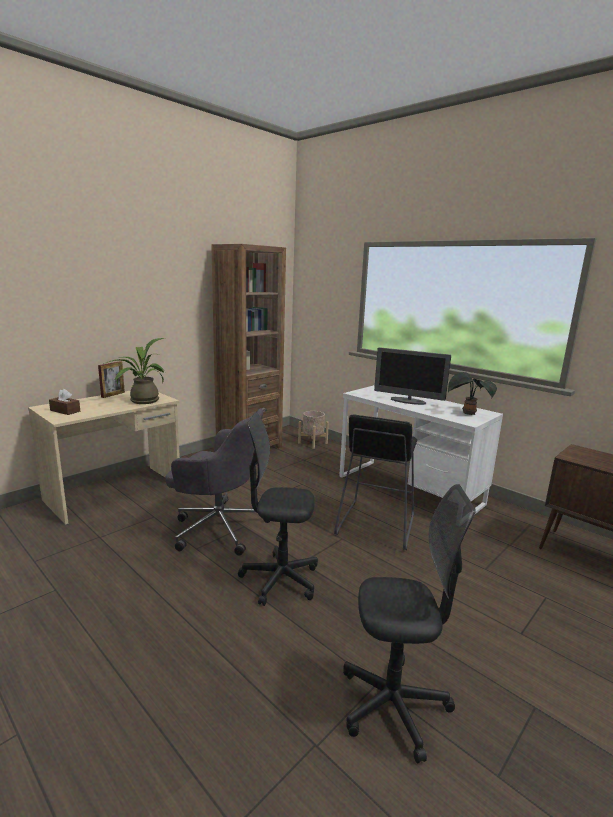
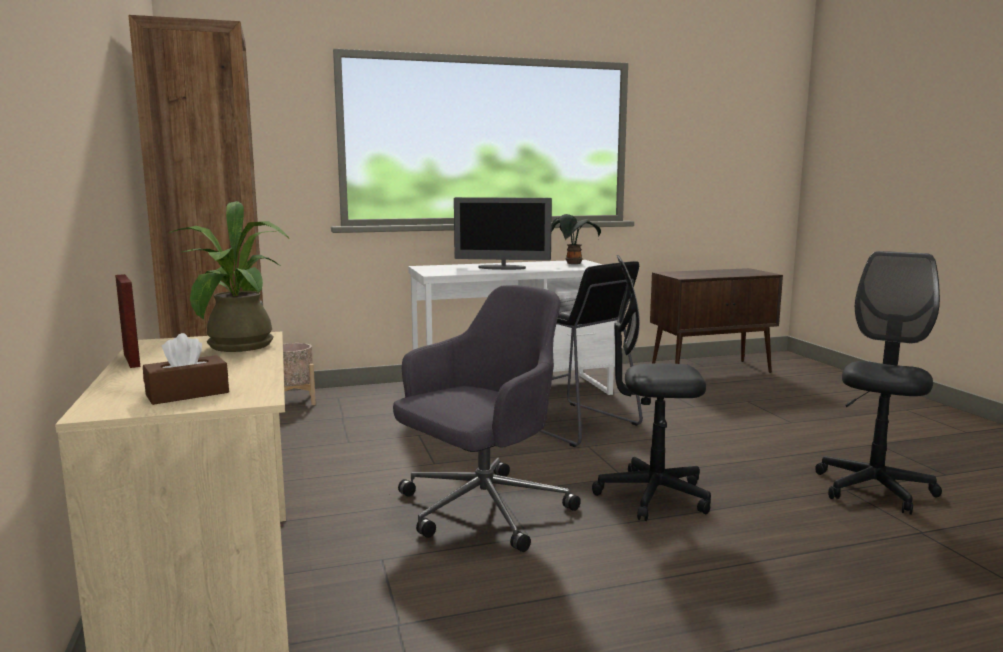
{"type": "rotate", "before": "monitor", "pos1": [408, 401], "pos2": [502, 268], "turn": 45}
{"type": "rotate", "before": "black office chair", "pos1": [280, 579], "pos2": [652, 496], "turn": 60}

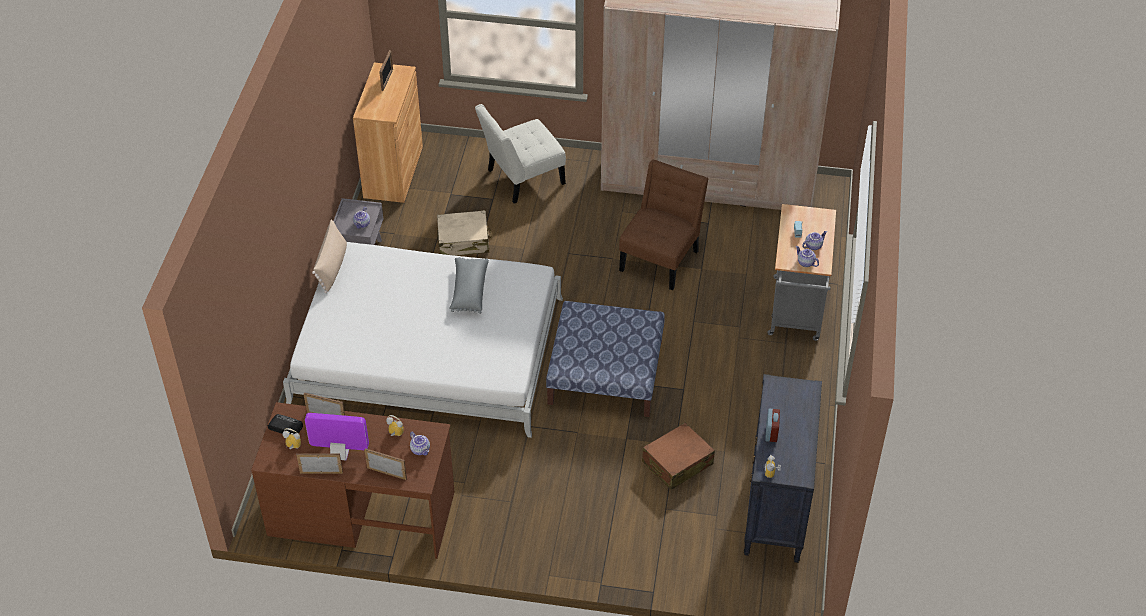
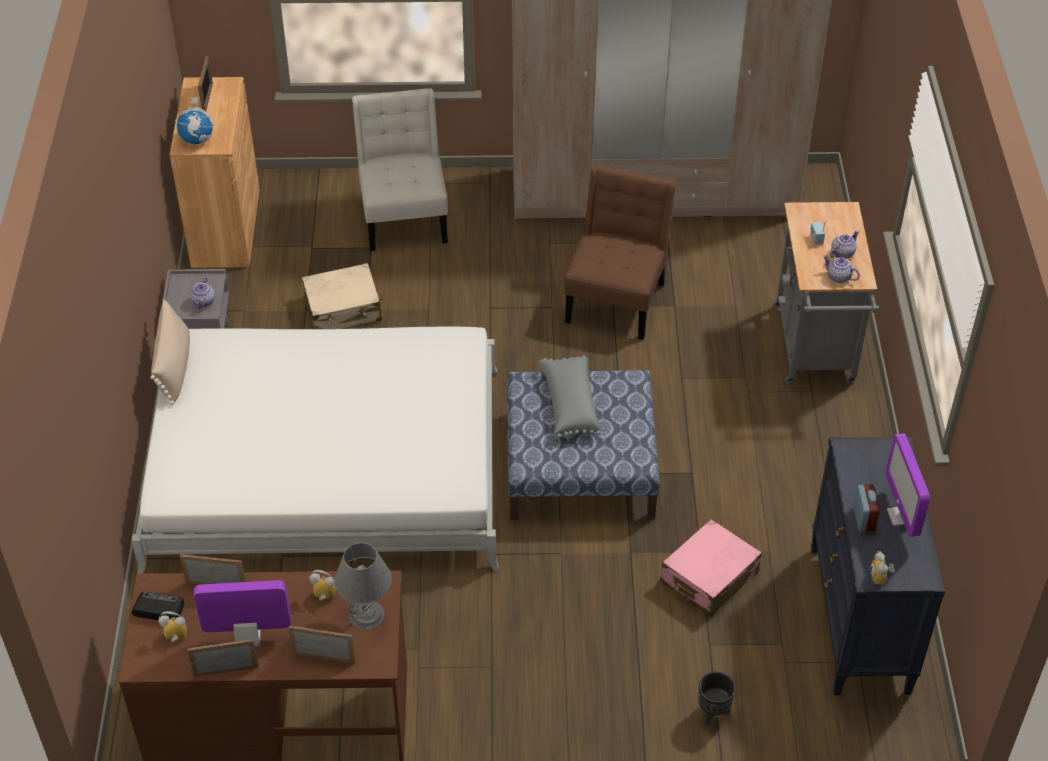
{"type": "rotate", "before": "white chair", "pos1": [522, 178], "pos2": [404, 215], "turn": 120}
{"type": "move", "before": "grey pillow", "pos1": [469, 291], "pos2": [569, 404]}
{"type": "recolor", "before": "brown suitcase", "after": "pink suitcase", "pos1": [677, 463], "pos2": [709, 577]}
{"type": "replace", "before": "teapot", "after": "grey table lamp", "pos1": [421, 449], "pos2": [366, 614]}
{"type": "insert", "after": "globe", "pos2": [197, 139]}
{"type": "insert", "after": "monitor", "pos2": [901, 516]}
{"type": "insert", "after": "black planter", "pos2": [713, 713]}

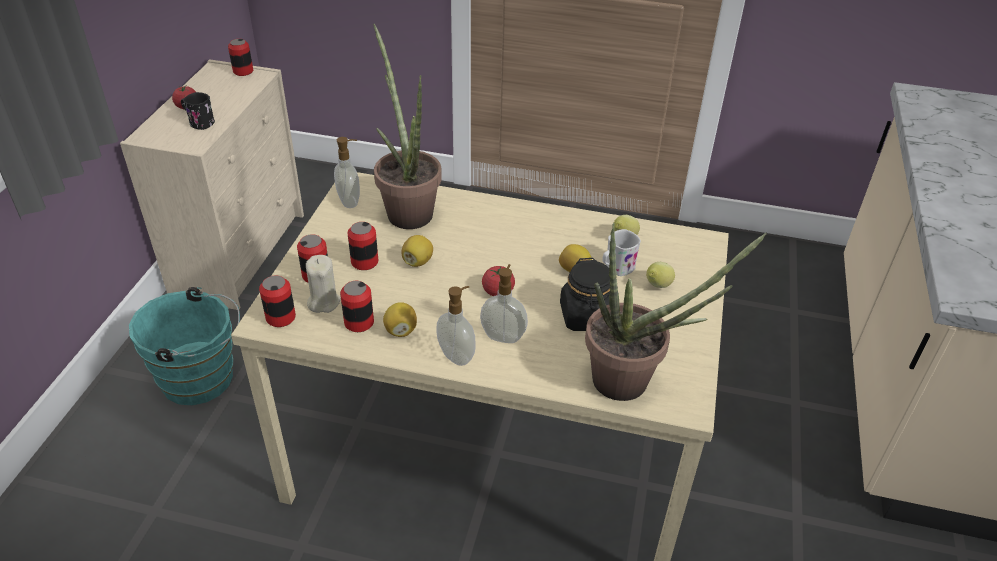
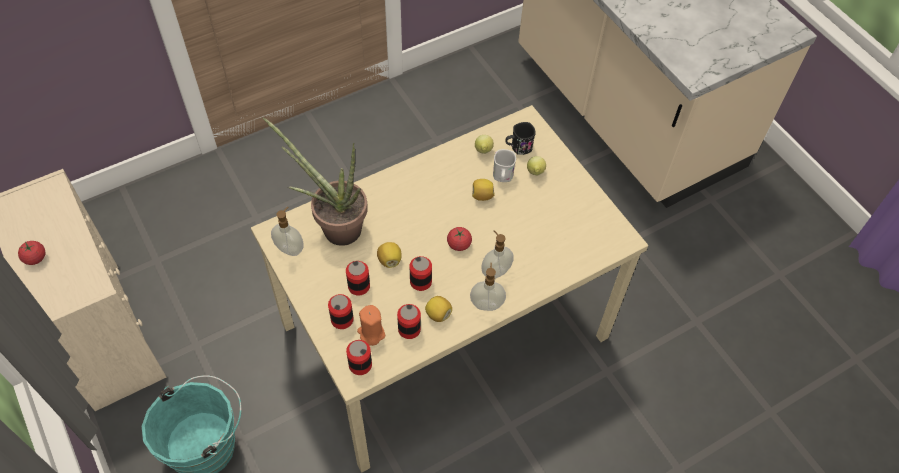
{"type": "move", "before": "can", "pos1": [243, 71], "pos2": [420, 282]}
{"type": "move", "before": "black mug", "pos1": [198, 122], "pos2": [518, 148]}
{"type": "delete", "before": "potted plant", "pos1": [633, 382]}
{"type": "recolor", "before": "beige candle", "after": "orange candle", "pos1": [323, 302], "pos2": [371, 333]}
{"type": "delete", "before": "black jar", "pos1": [586, 316]}

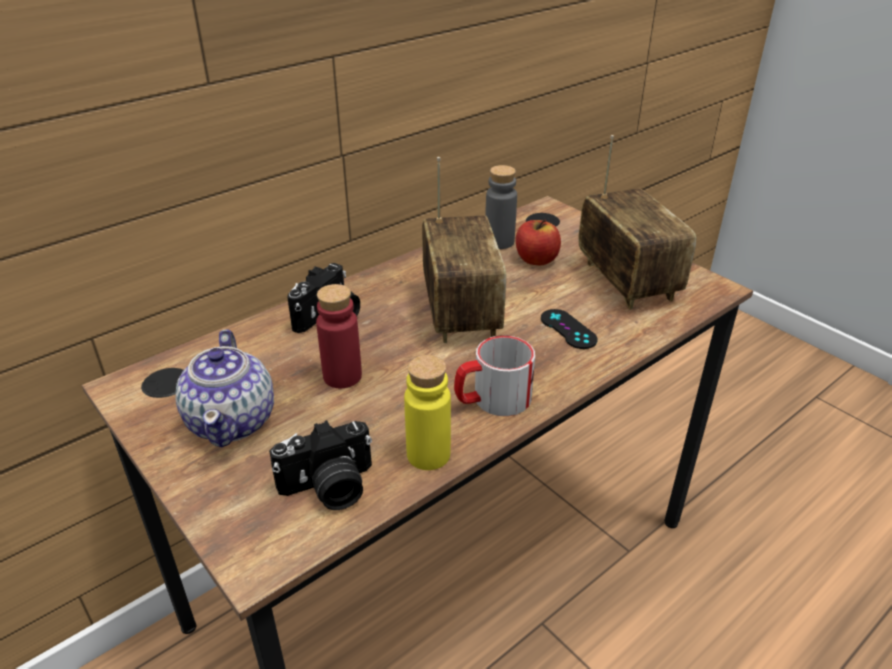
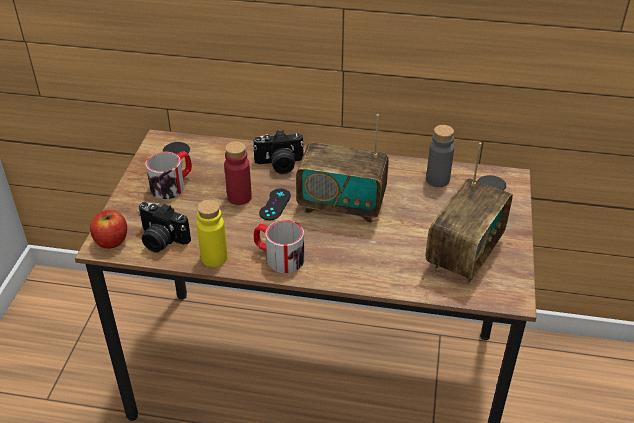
{"type": "rotate", "before": "radio", "pos1": [460, 313], "pos2": [341, 205], "turn": 60}
{"type": "move", "before": "apple", "pos1": [536, 259], "pos2": [111, 241]}
{"type": "move", "before": "black game controller", "pos1": [568, 329], "pos2": [275, 204]}
{"type": "replace", "before": "teapot", "after": "mug", "pos1": [233, 420], "pos2": [172, 185]}

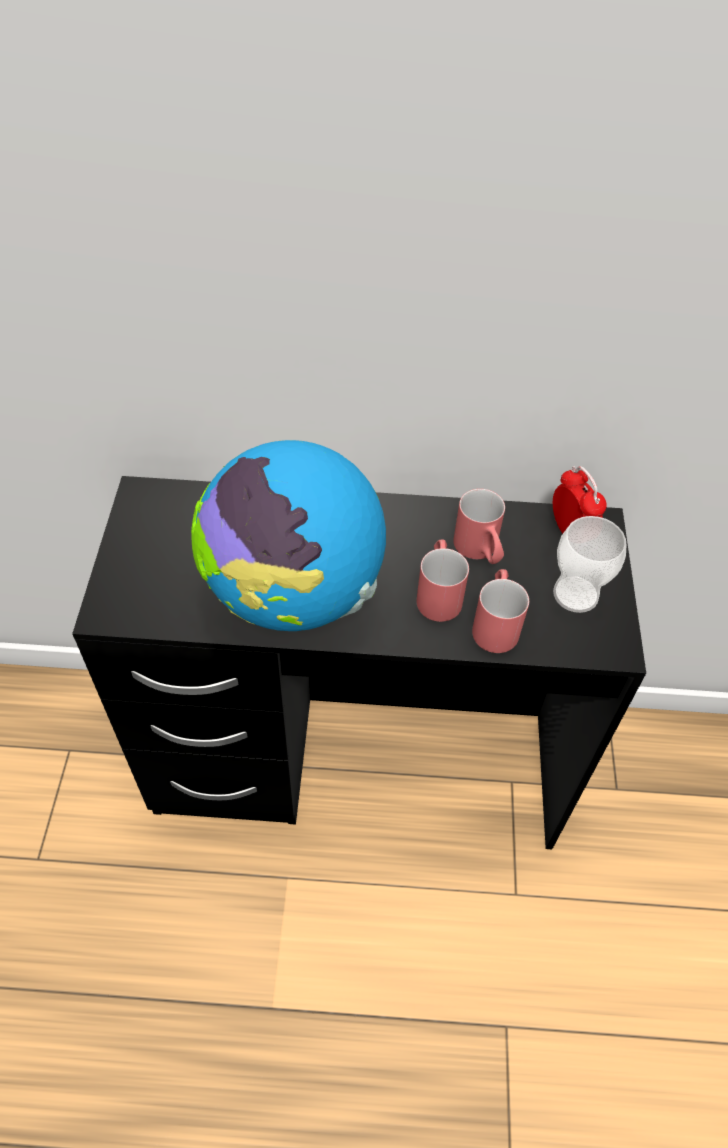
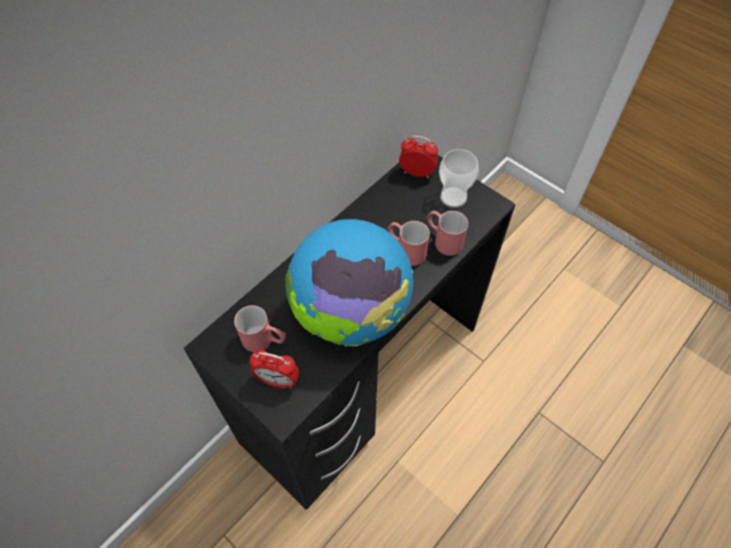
{"type": "move", "before": "red mug", "pos1": [479, 551], "pos2": [264, 340]}
{"type": "insert", "after": "alarm clock", "pos2": [278, 380]}

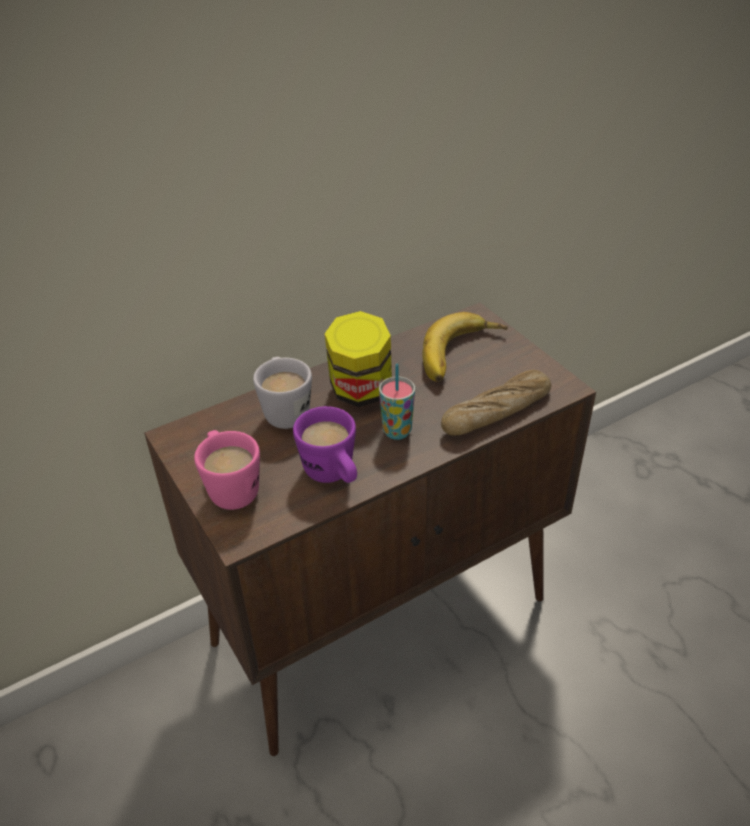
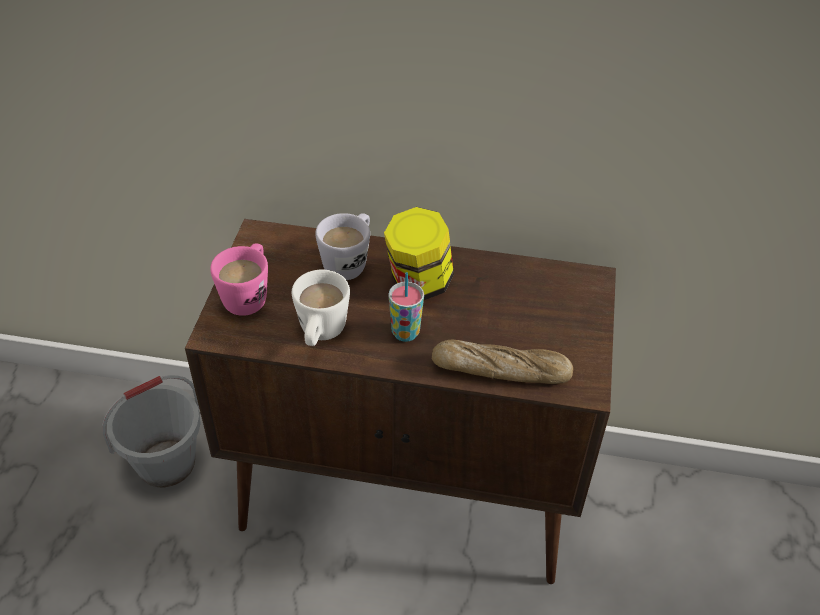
{"type": "delete", "before": "banana", "pos1": [462, 355]}
{"type": "recolor", "before": "purple mug", "after": "white mug", "pos1": [333, 476], "pos2": [320, 335]}
{"type": "insert", "after": "grey bucket", "pos2": [166, 464]}

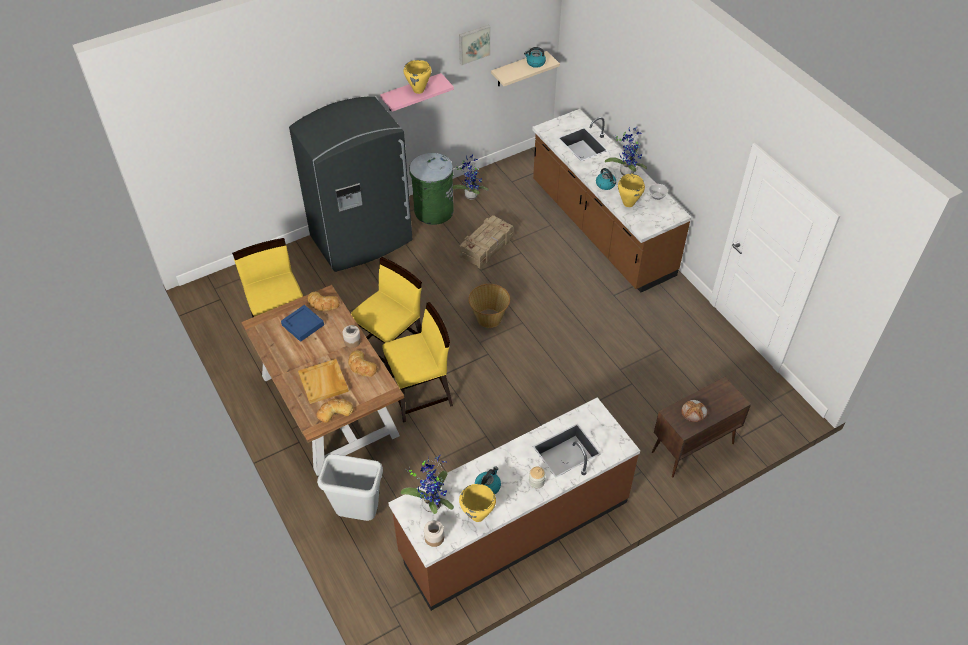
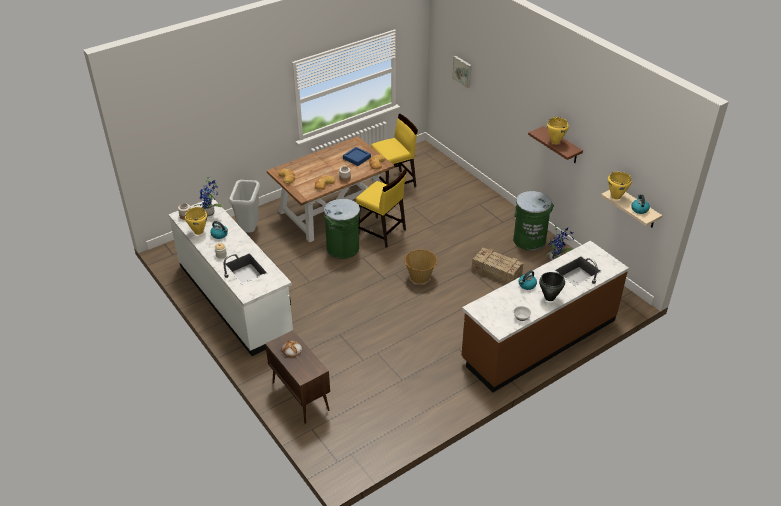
{"type": "move", "before": "picture", "pos1": [473, 44], "pos2": [462, 71]}
{"type": "recolor", "before": "pink shelf", "after": "brown shelf", "pos1": [411, 93], "pos2": [561, 145]}
{"type": "delete", "before": "grey fridge", "pos1": [362, 240]}
{"type": "replace", "before": "potted plant", "after": "black cooking pot", "pos1": [626, 171], "pos2": [549, 298]}
{"type": "move", "before": "yellow cooking pot", "pos1": [628, 203], "pos2": [615, 196]}
{"type": "replace", "before": "yellow chair", "after": "green trash can", "pos1": [420, 395], "pos2": [343, 248]}
{"type": "delete", "before": "beige tray", "pos1": [324, 382]}
{"type": "recolor", "before": "brown counter", "after": "white counter", "pos1": [514, 527], "pos2": [235, 299]}

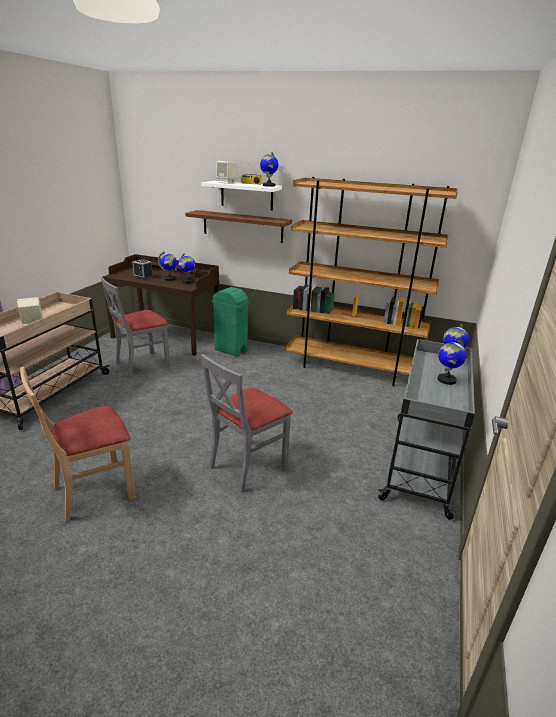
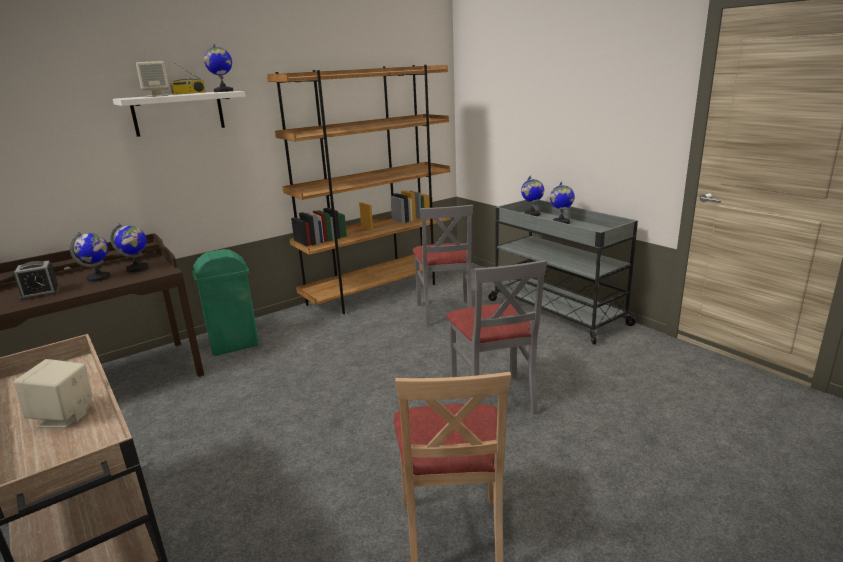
{"type": "delete", "before": "brown shelf", "pos1": [242, 226]}
{"type": "move", "before": "grey chair", "pos1": [142, 364], "pos2": [445, 312]}

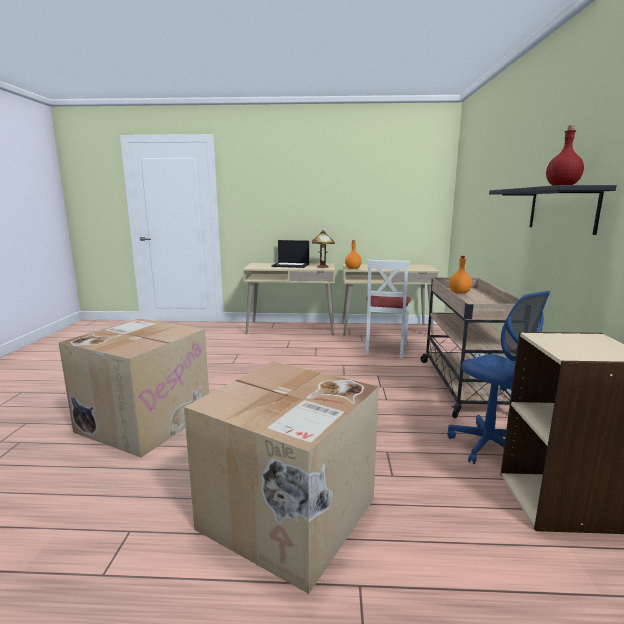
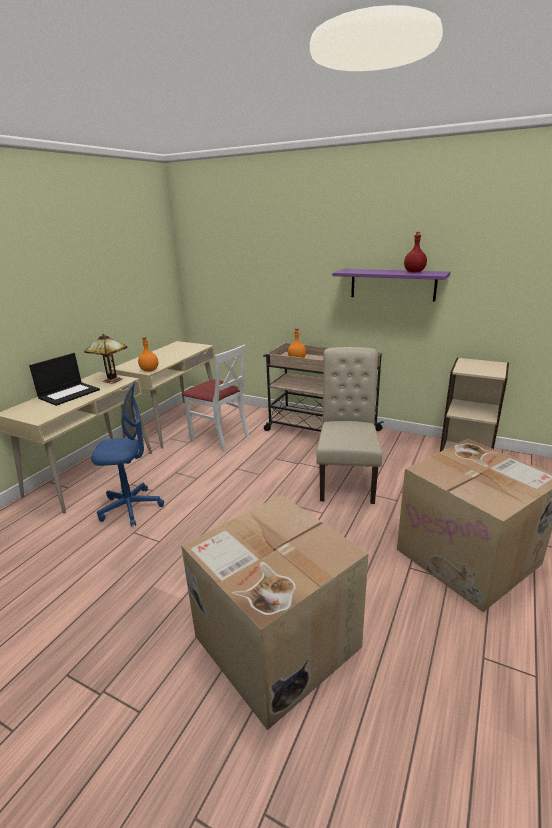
{"type": "recolor", "before": "black shelf", "after": "purple shelf", "pos1": [561, 209], "pos2": [392, 284]}
{"type": "move", "before": "blue office chair", "pos1": [489, 447], "pos2": [131, 508]}
{"type": "insert", "after": "beige chair", "pos2": [346, 479]}

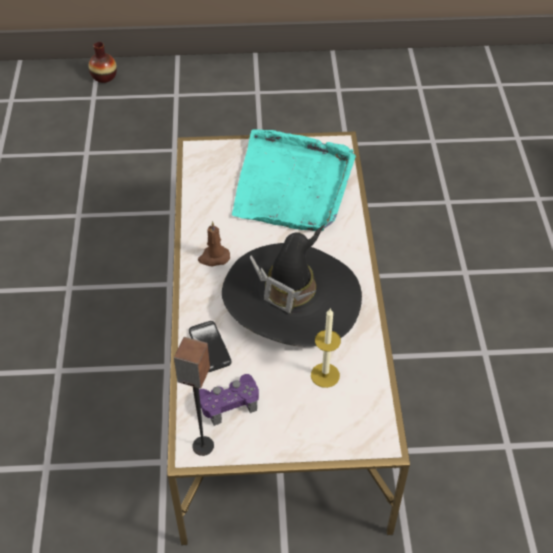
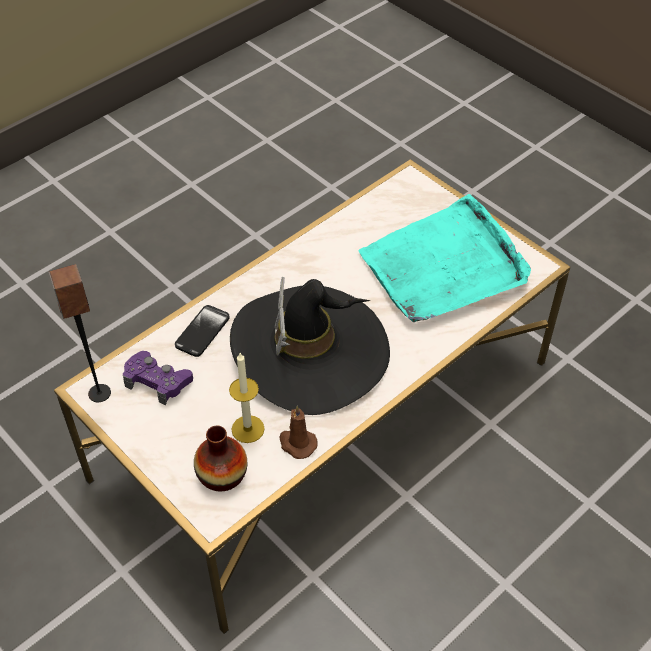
{"type": "move", "before": "vase", "pos1": [104, 77], "pos2": [222, 474]}
{"type": "move", "before": "brown candle", "pos1": [213, 257], "pos2": [297, 443]}

